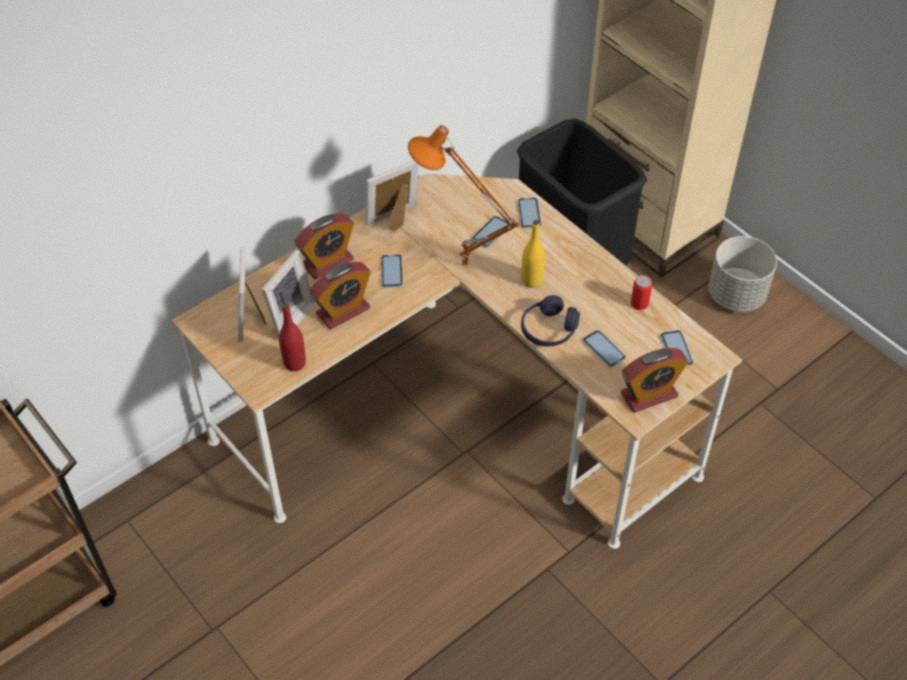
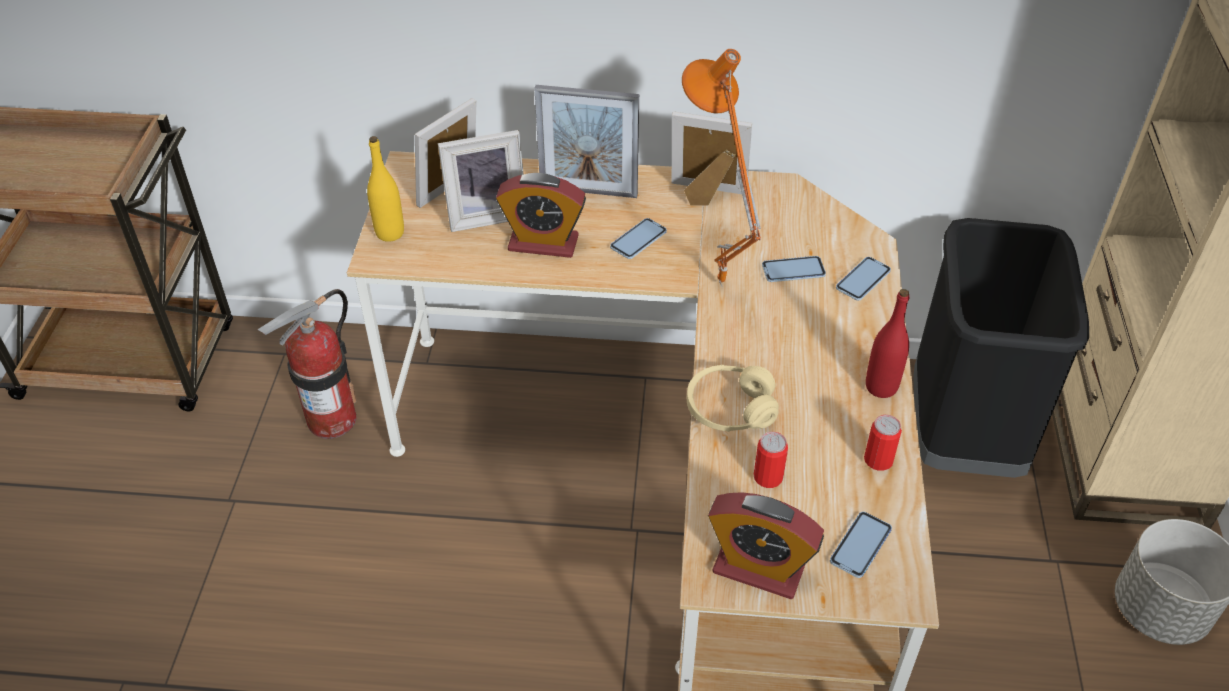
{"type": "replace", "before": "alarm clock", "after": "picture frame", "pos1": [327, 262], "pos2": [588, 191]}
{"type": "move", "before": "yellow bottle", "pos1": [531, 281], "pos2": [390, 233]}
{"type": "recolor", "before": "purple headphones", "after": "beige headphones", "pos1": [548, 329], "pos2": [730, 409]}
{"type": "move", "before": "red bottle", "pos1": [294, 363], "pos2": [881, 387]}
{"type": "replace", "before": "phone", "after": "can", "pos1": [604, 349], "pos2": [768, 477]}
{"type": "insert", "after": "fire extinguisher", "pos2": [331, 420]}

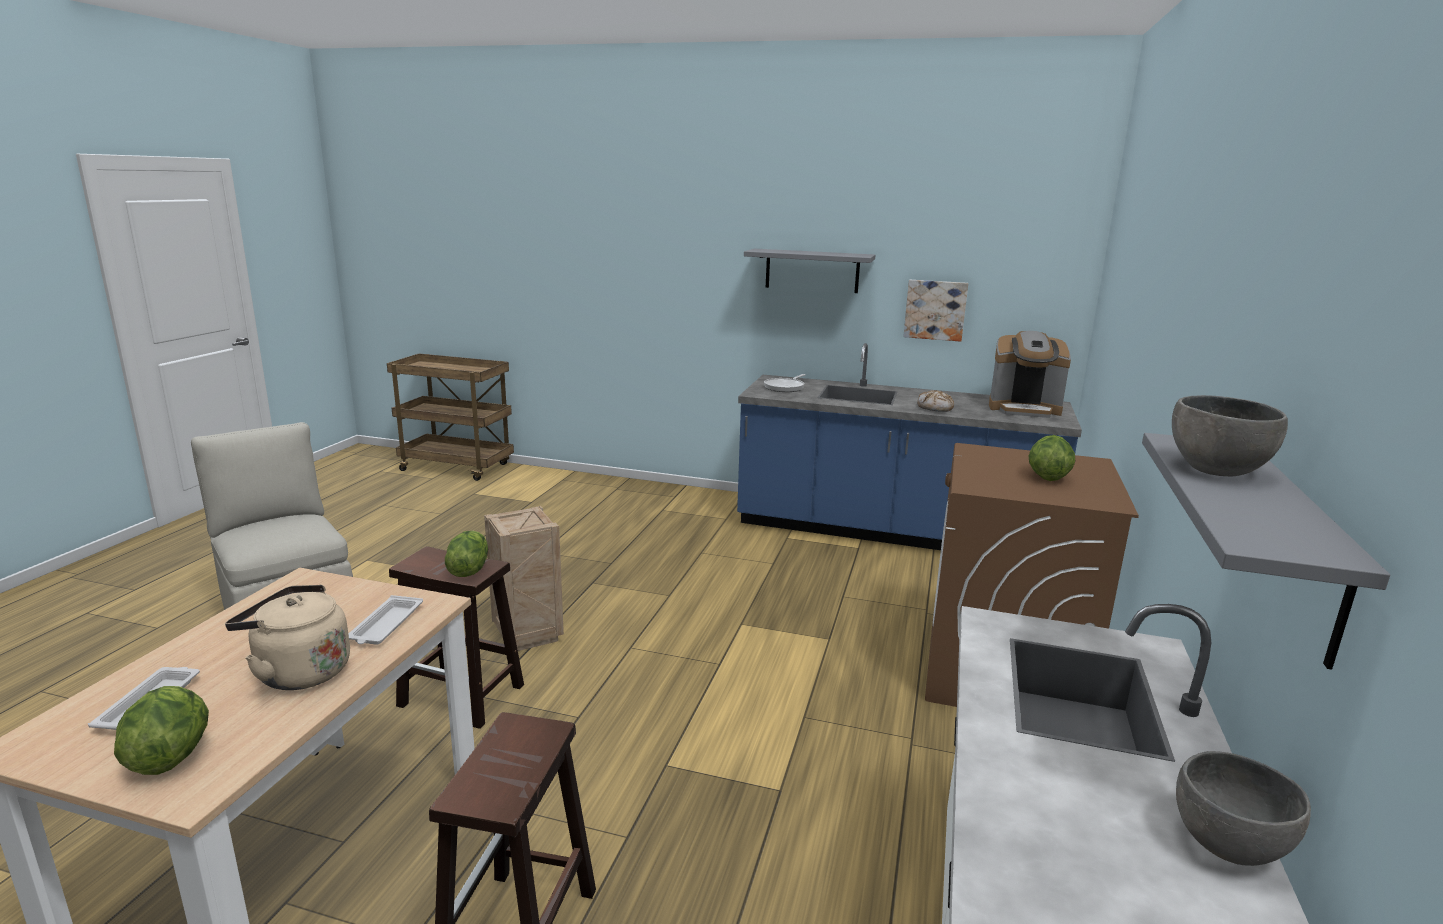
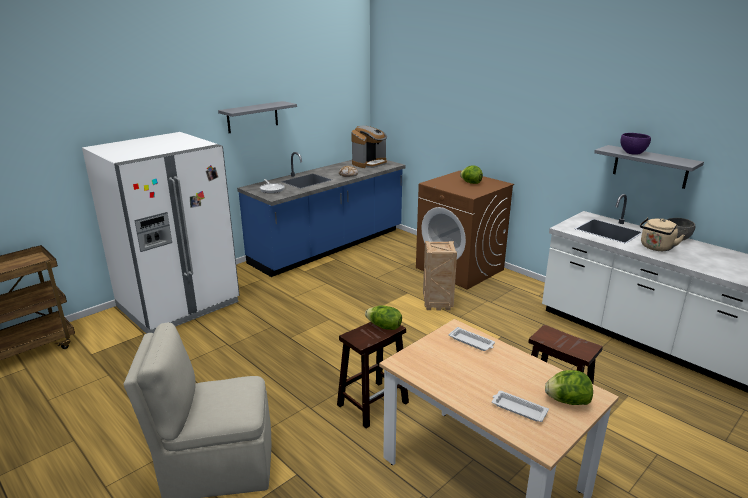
{"type": "delete", "before": "picture", "pos1": [935, 310]}
{"type": "recolor", "before": "grey bowl", "after": "purple bowl", "pos1": [1216, 470], "pos2": [633, 153]}
{"type": "move", "before": "crate", "pos1": [529, 636], "pos2": [438, 304]}
{"type": "move", "before": "beige kettle", "pos1": [298, 672], "pos2": [656, 248]}
{"type": "insert", "after": "white fridge", "pos2": [178, 305]}

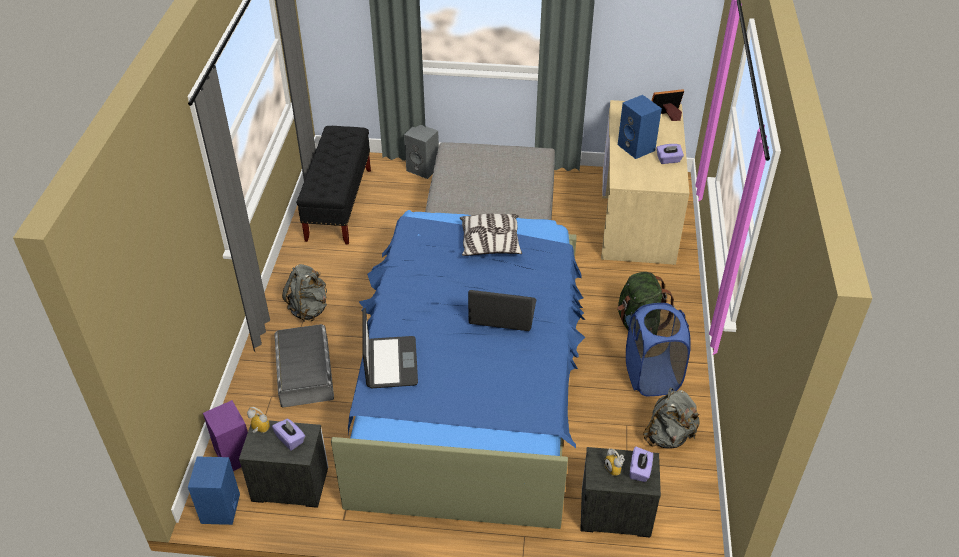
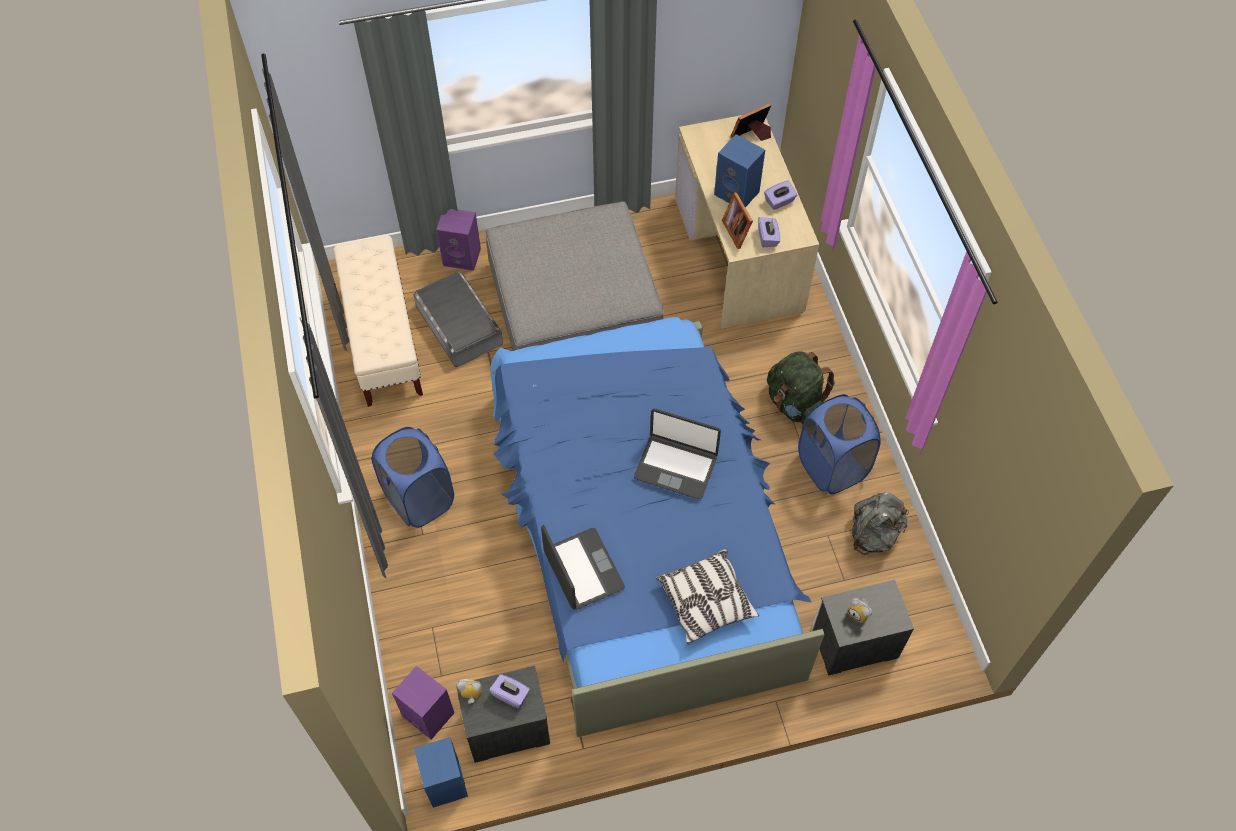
{"type": "recolor", "before": "grey speaker", "after": "purple speaker", "pos1": [424, 169], "pos2": [463, 256]}
{"type": "recolor", "before": "black bench", "after": "beige bench", "pos1": [339, 204], "pos2": [383, 340]}
{"type": "move", "before": "pillow", "pos1": [490, 243], "pos2": [706, 602]}
{"type": "replace", "before": "grey backpack", "after": "blue laundry basket", "pos1": [309, 309], "pos2": [419, 499]}
{"type": "rotate", "before": "laptop", "pos1": [502, 313], "pos2": [676, 466], "turn": -150}
{"type": "move", "before": "grey storage box", "pos1": [304, 371], "pos2": [458, 325]}
{"type": "move", "before": "purple tissue box", "pos1": [640, 470], "pos2": [768, 238]}
{"type": "insert", "after": "picture frame", "pos2": [737, 231]}

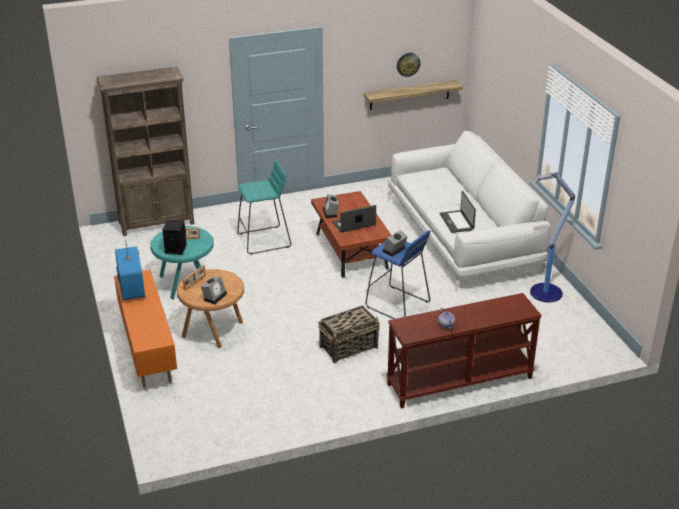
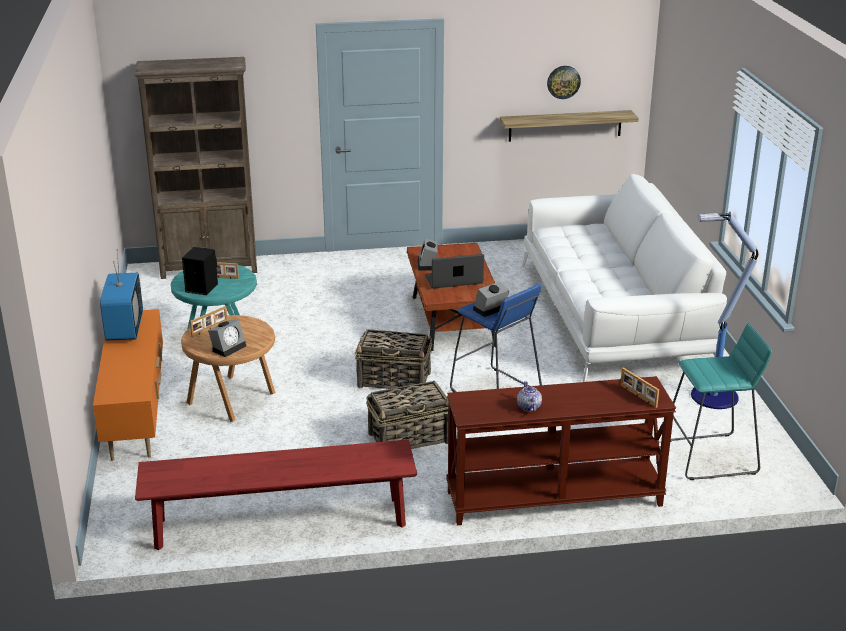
{"type": "move", "before": "turquoise stool", "pos1": [264, 240], "pos2": [711, 457]}
{"type": "delete", "before": "laptop", "pos1": [457, 222]}
{"type": "insert", "after": "basket", "pos2": [395, 380]}
{"type": "insert", "after": "picture frame", "pos2": [637, 396]}
{"type": "insert", "after": "red bench", "pos2": [280, 523]}

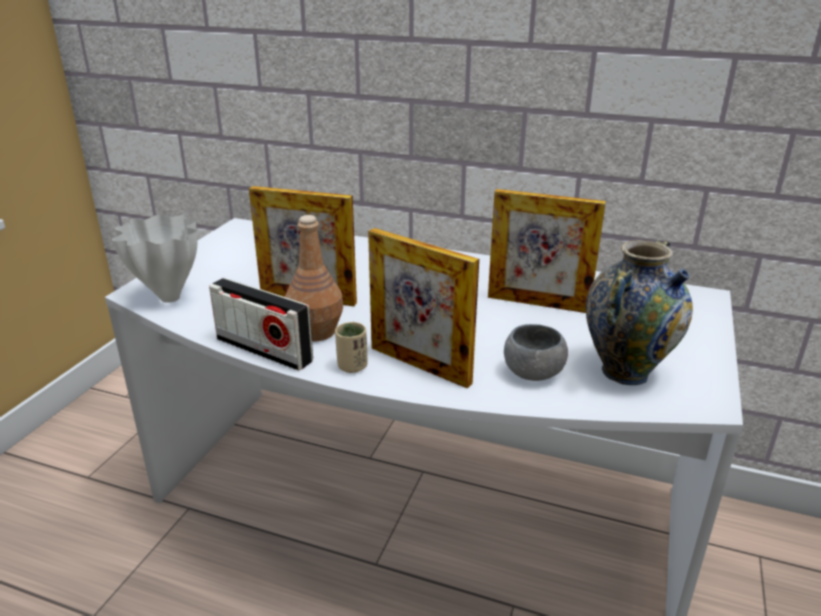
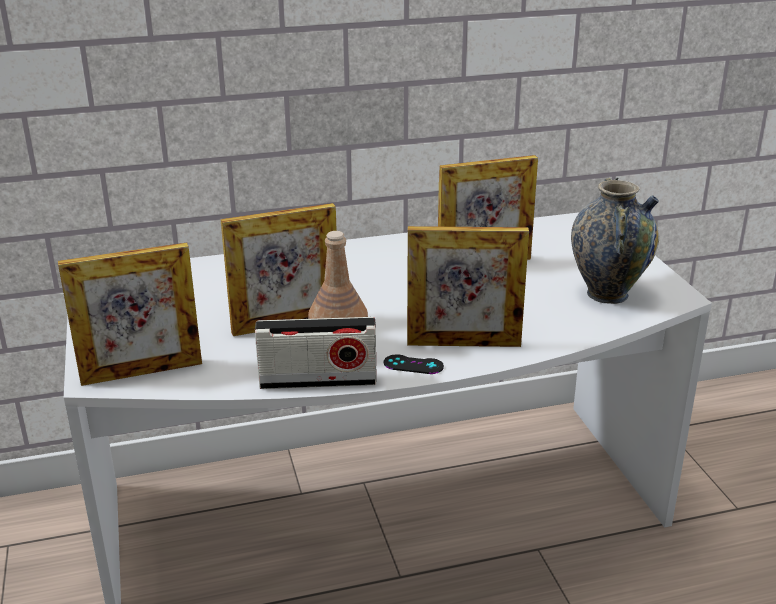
{"type": "replace", "before": "white vase", "after": "picture frame", "pos1": [169, 297], "pos2": [142, 372]}
{"type": "replace", "before": "beige cup", "after": "black game controller", "pos1": [352, 366], "pos2": [413, 365]}
{"type": "delete", "before": "grey bowl", "pos1": [532, 373]}

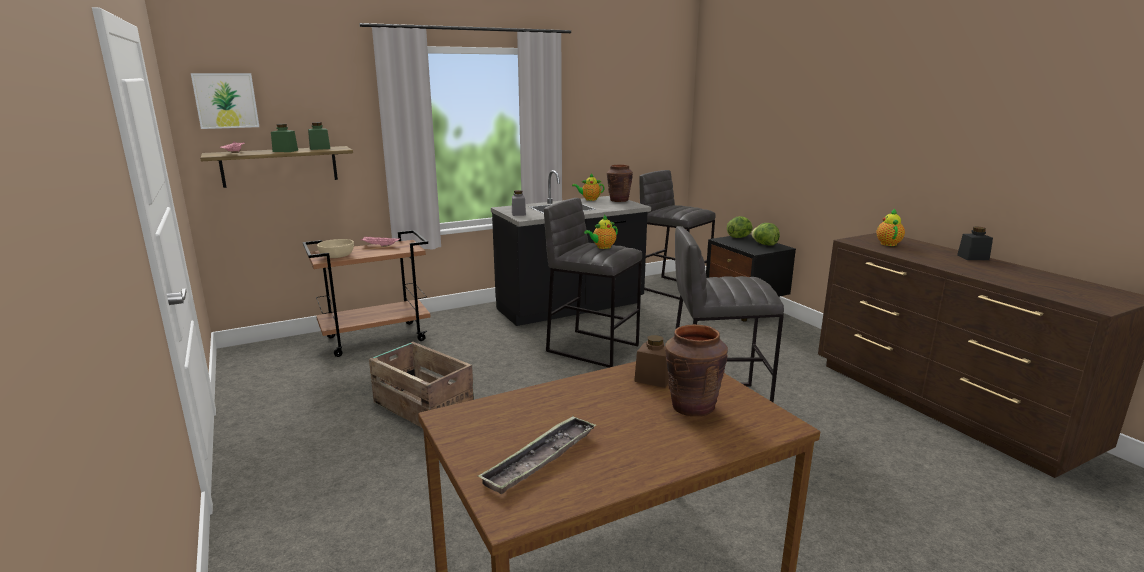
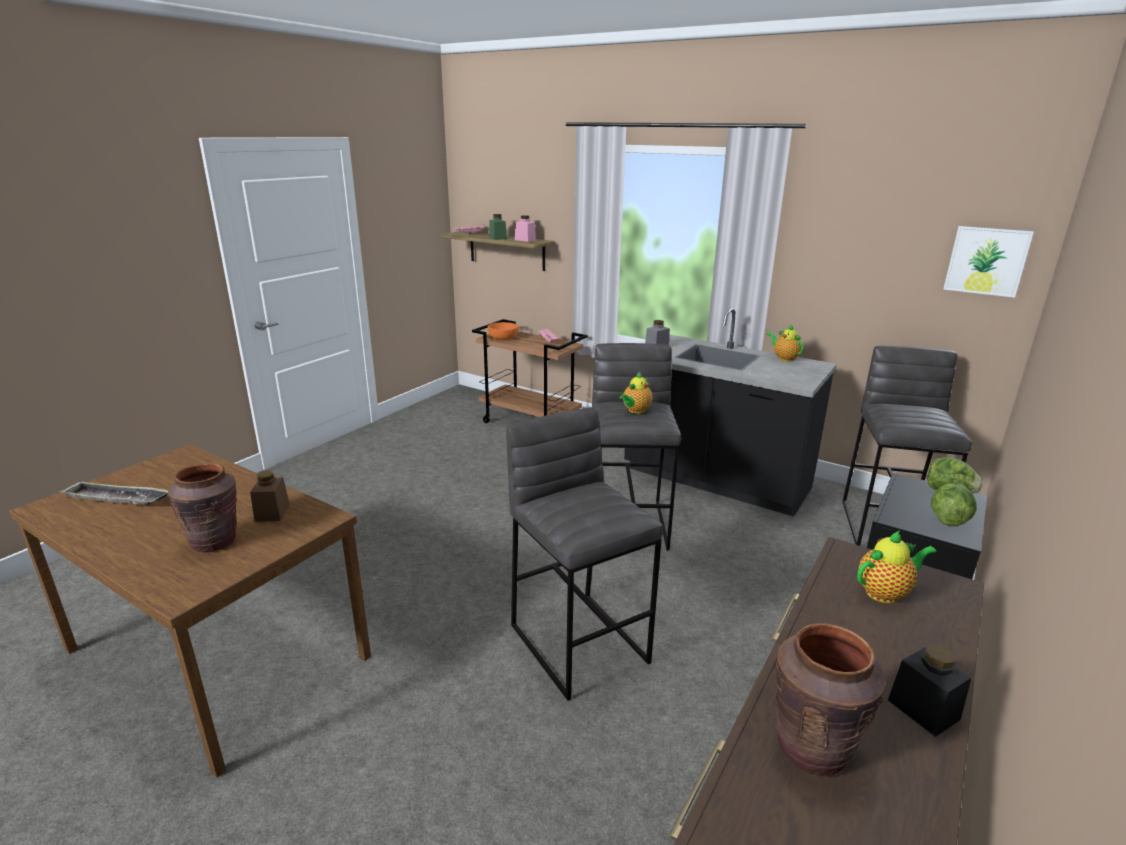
{"type": "move", "before": "picture", "pos1": [226, 100], "pos2": [986, 261]}
{"type": "recolor", "before": "green jar", "after": "pink jar", "pos1": [320, 148], "pos2": [525, 240]}
{"type": "move", "before": "brown vase", "pos1": [619, 200], "pos2": [812, 747]}
{"type": "rotate", "before": "teapot", "pos1": [602, 247], "pos2": [635, 410], "turn": -75}
{"type": "recolor", "before": "beige bowl", "after": "orange bowl", "pos1": [336, 256], "pos2": [503, 338]}
{"type": "delete", "before": "crate", "pos1": [423, 406]}

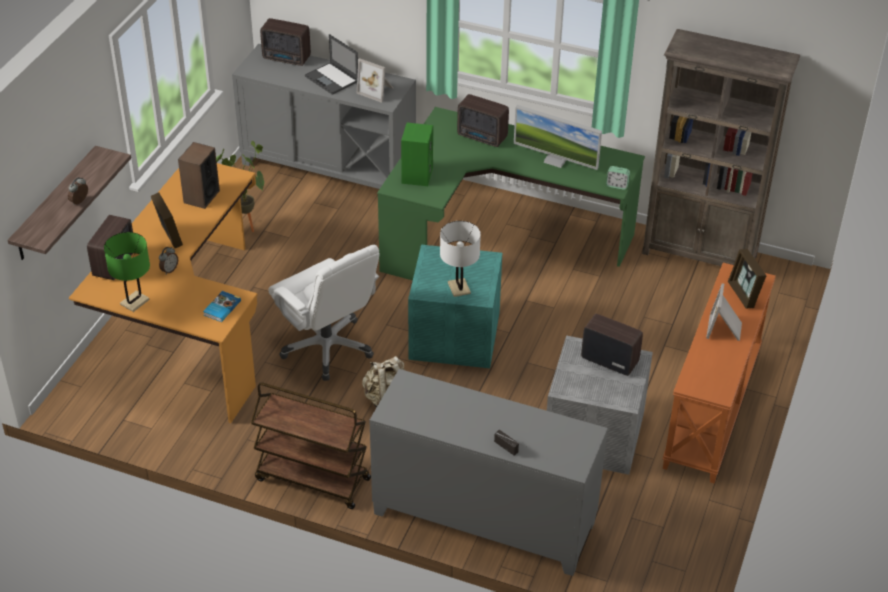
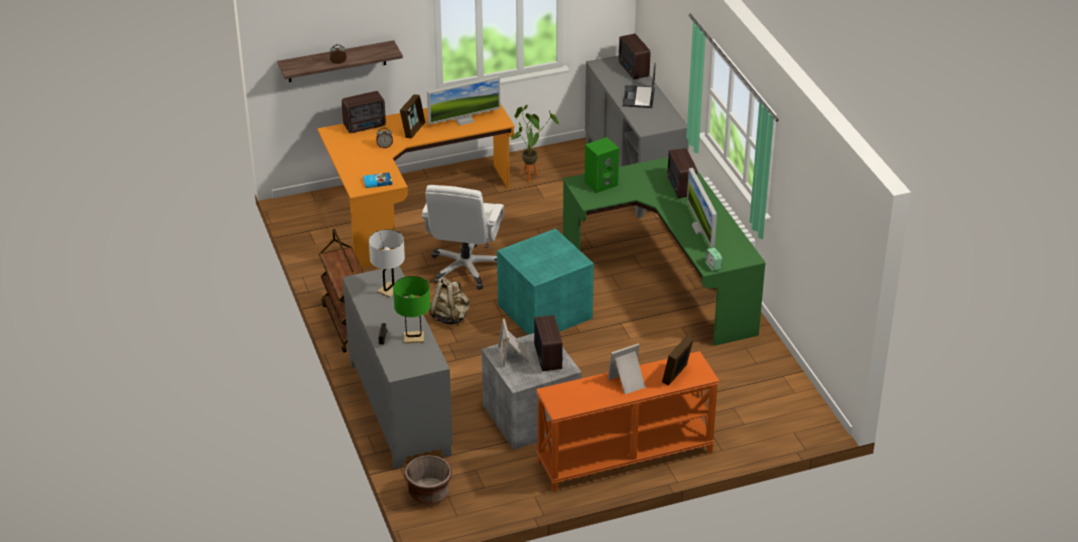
{"type": "delete", "before": "brown bookcase", "pos1": [700, 254]}
{"type": "move", "before": "picture frame", "pos1": [377, 91], "pos2": [514, 356]}
{"type": "replace", "before": "speaker", "after": "monitor", "pos1": [201, 196], "pos2": [464, 120]}
{"type": "move", "before": "white table lamp", "pos1": [459, 288], "pos2": [389, 290]}
{"type": "move", "before": "green table lamp", "pos1": [134, 302], "pos2": [414, 338]}
{"type": "insert", "after": "brown planter", "pos2": [429, 494]}

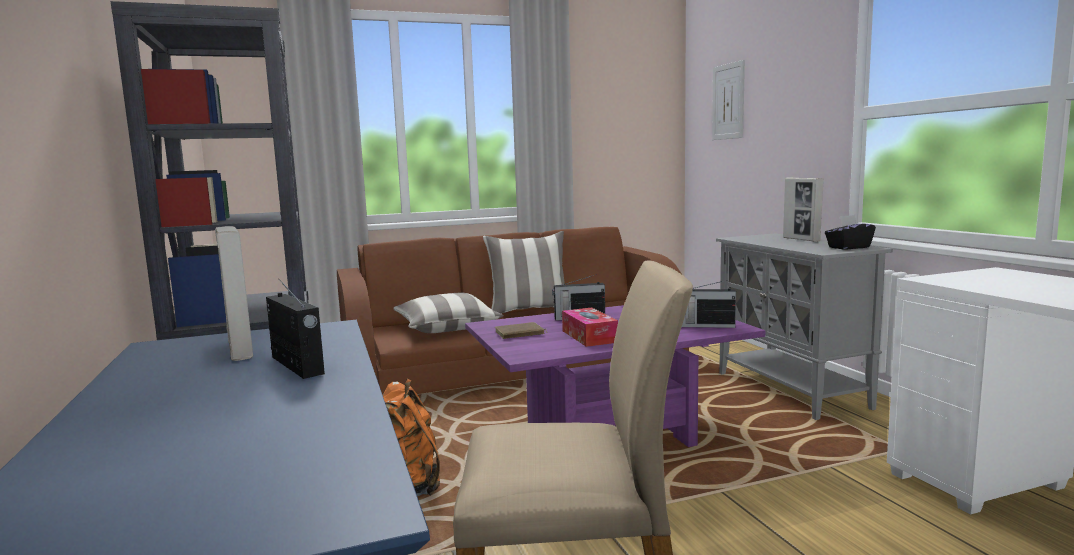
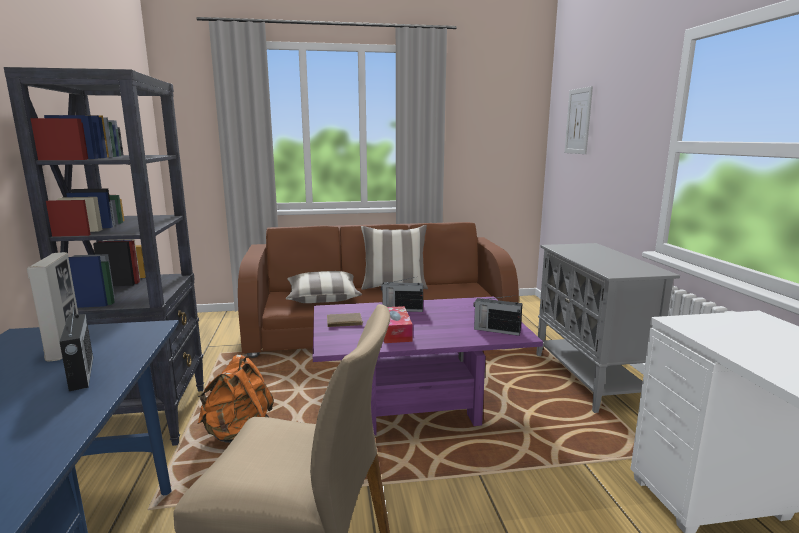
{"type": "delete", "before": "picture frame", "pos1": [801, 239]}
{"type": "delete", "before": "black tissue box", "pos1": [848, 247]}

